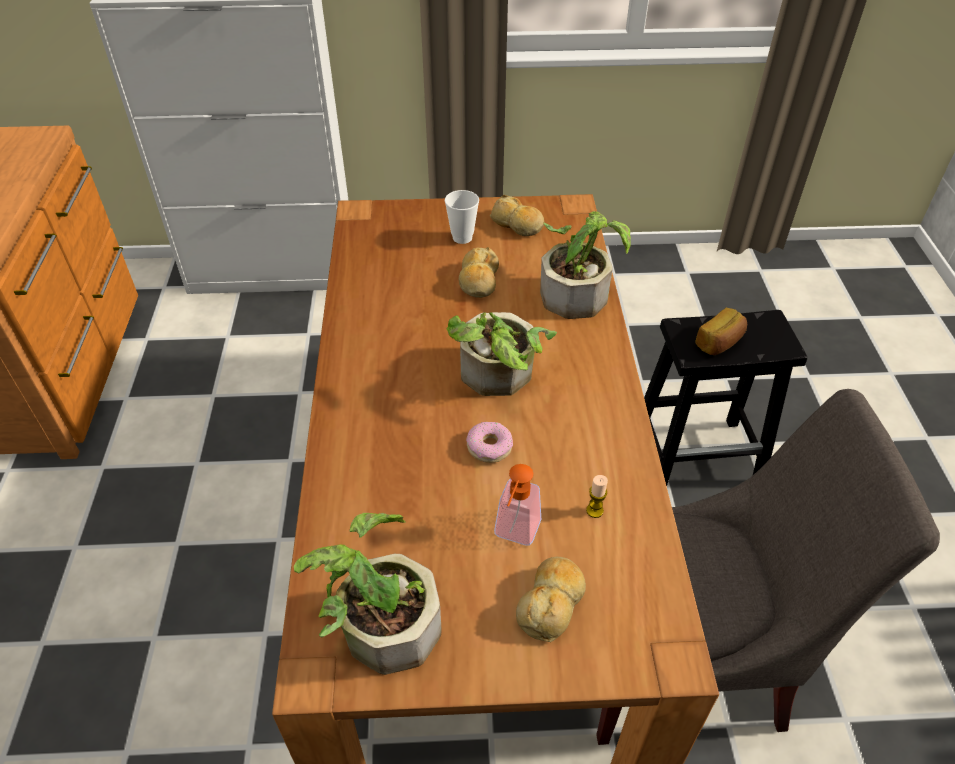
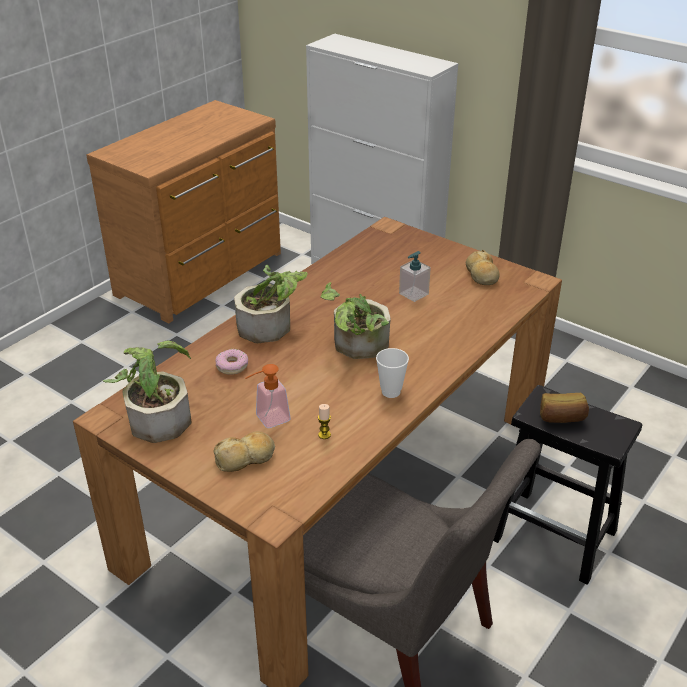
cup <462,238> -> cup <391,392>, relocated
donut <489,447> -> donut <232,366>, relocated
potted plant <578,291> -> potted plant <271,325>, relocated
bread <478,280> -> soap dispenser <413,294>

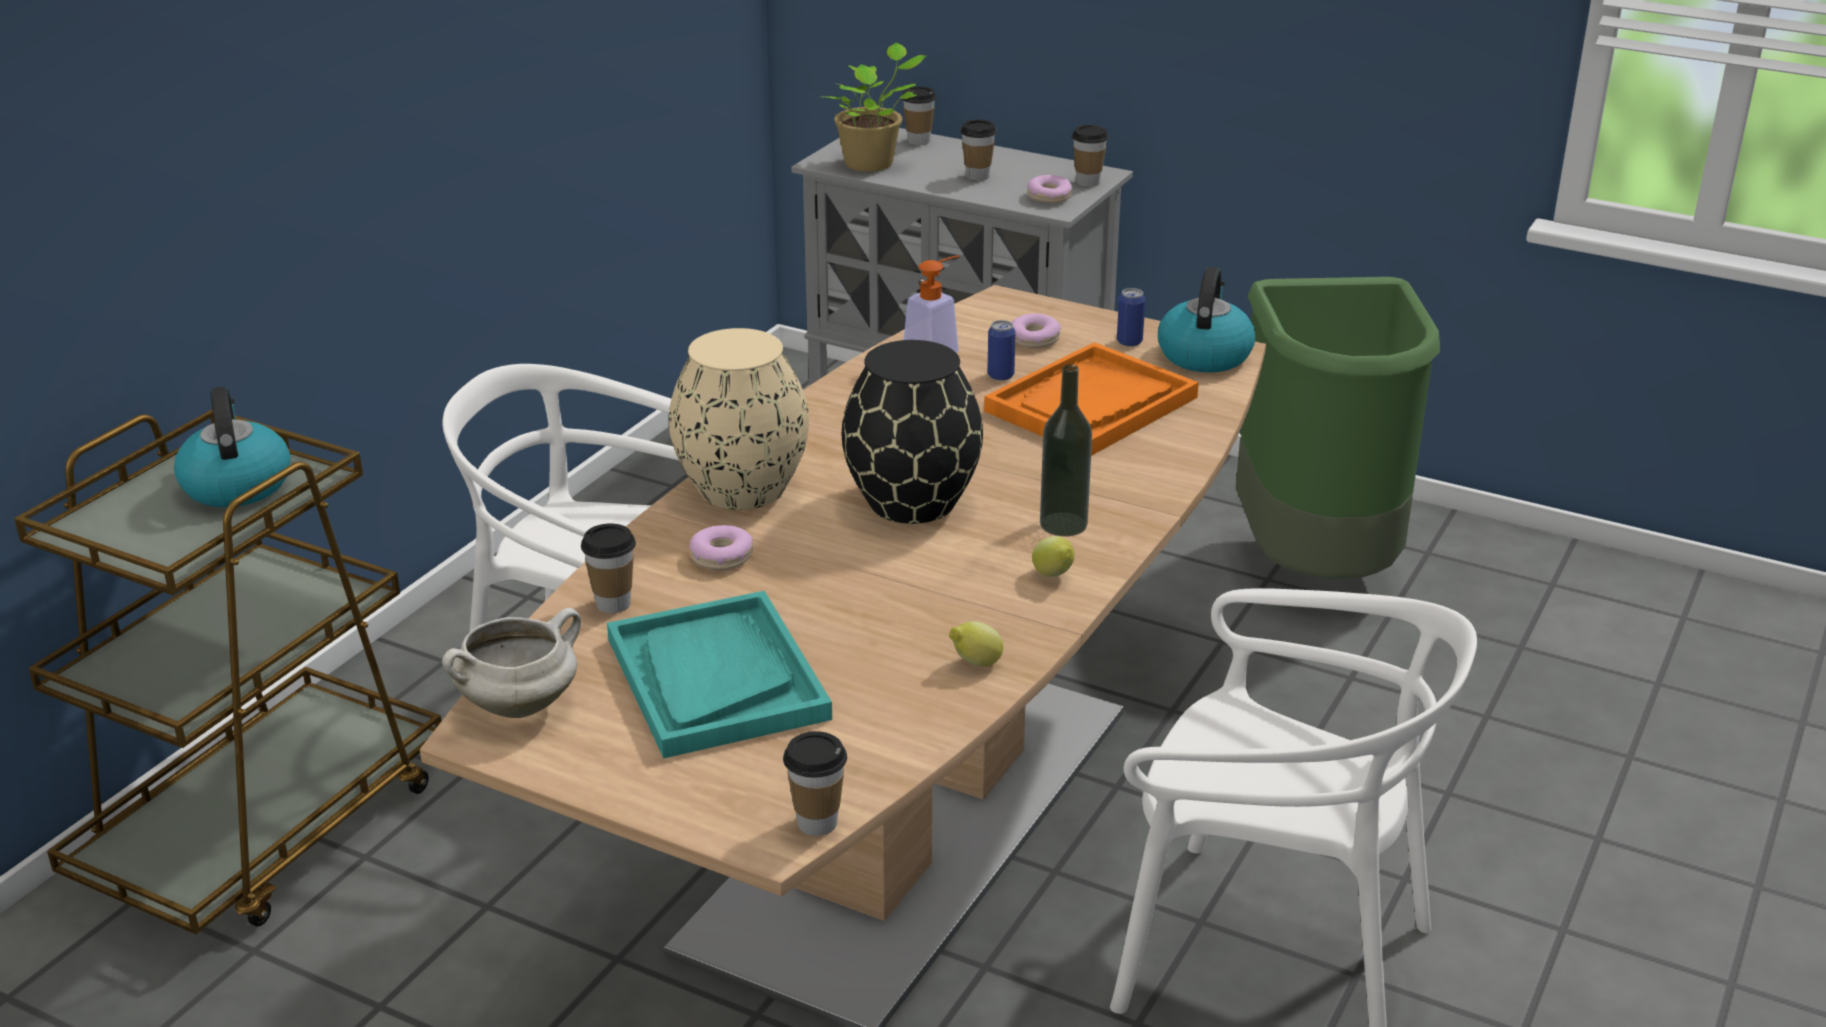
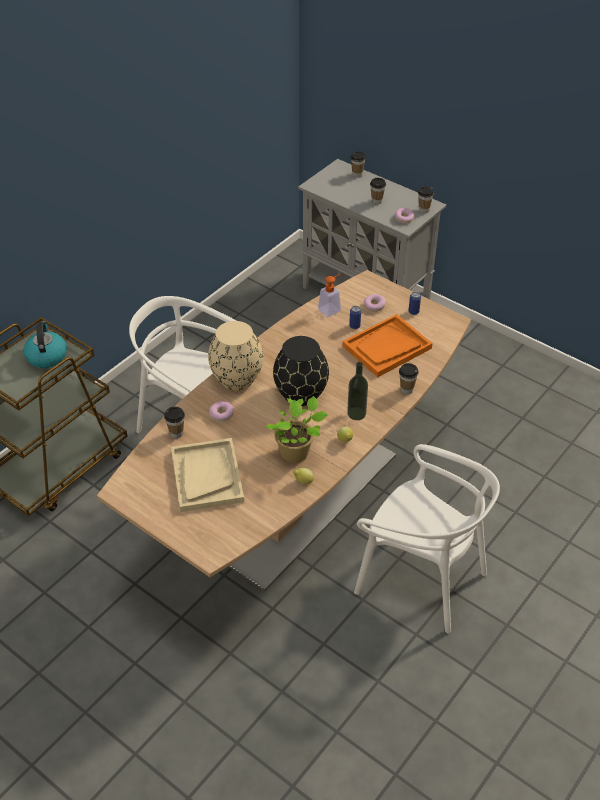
cooking pot (white) <520,704> -> none
kettle <1204,355> -> none
trash can (green) <1318,567> -> none
cup <817,823> -> cup <406,390>, relocated
potted plant <873,164> -> potted plant <296,453>, relocated
tray (turquoise) <716,678> -> tray (beige) <206,476>

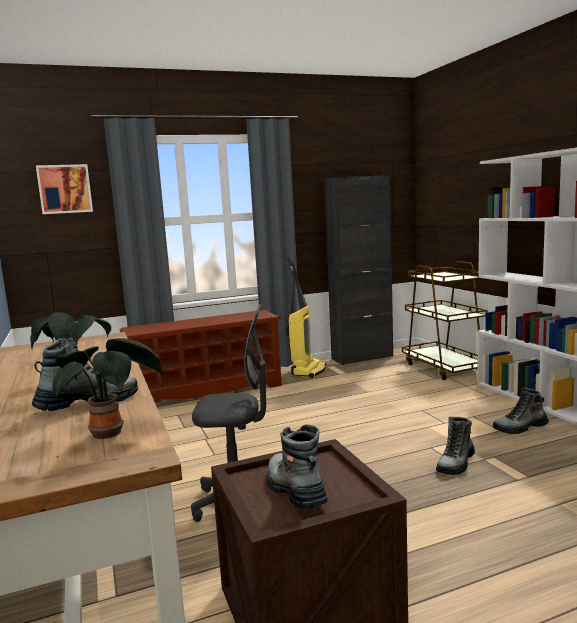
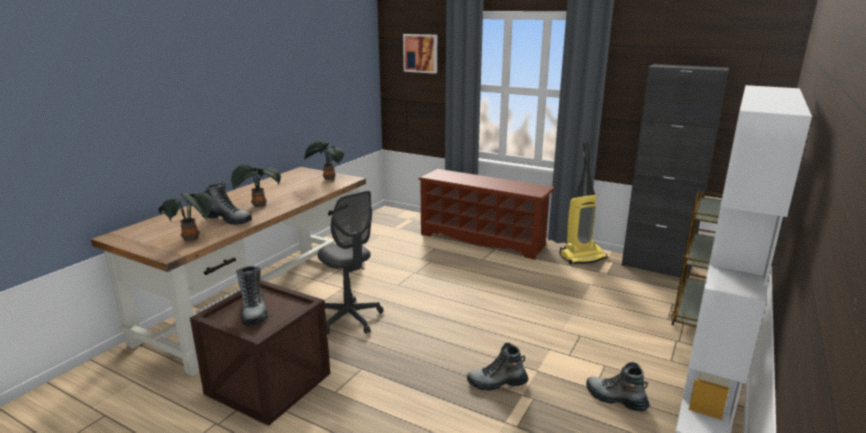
none -> potted plant <327,178>
boot <294,491> -> boot <254,311>, 135 degrees clockwise

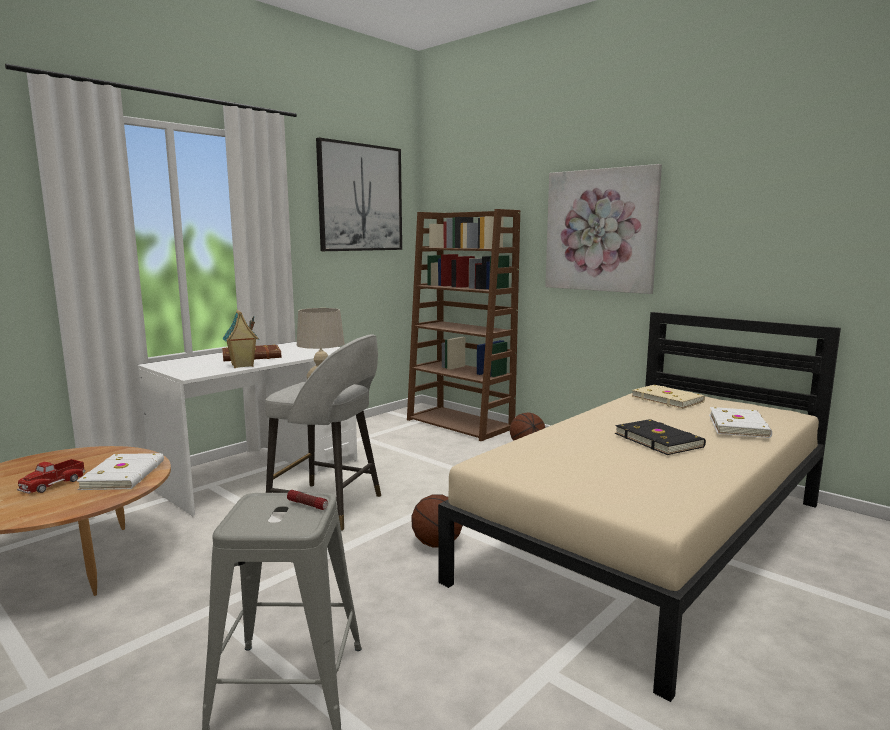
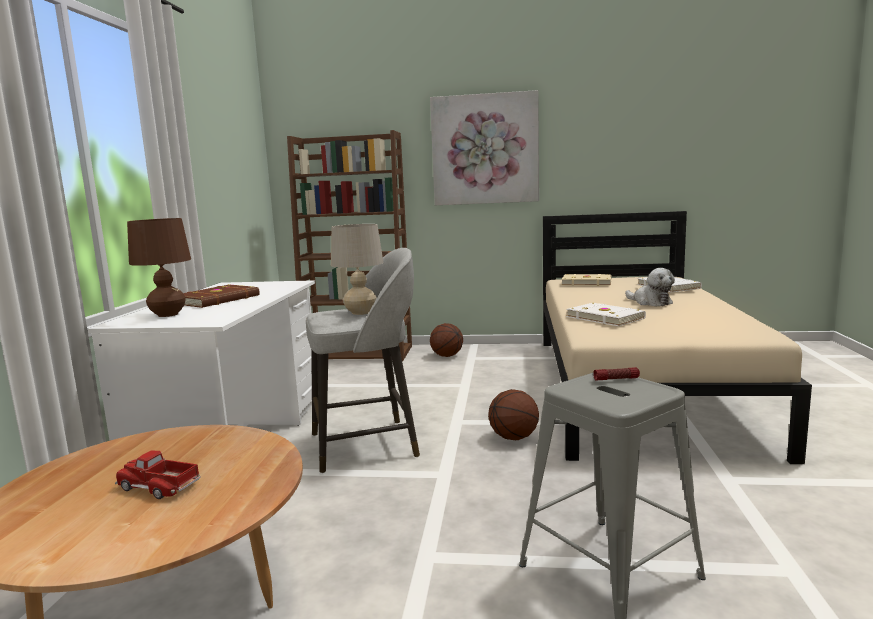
toy house <242,366> -> none
picture <360,198> -> none
none -> table lamp (brown) <168,314>
book (white) <125,475> -> book (white) <605,317>, relocated
book (black) <659,440> -> plush toy <650,302>
toy truck <53,484> -> toy truck <158,487>, 120 degrees clockwise

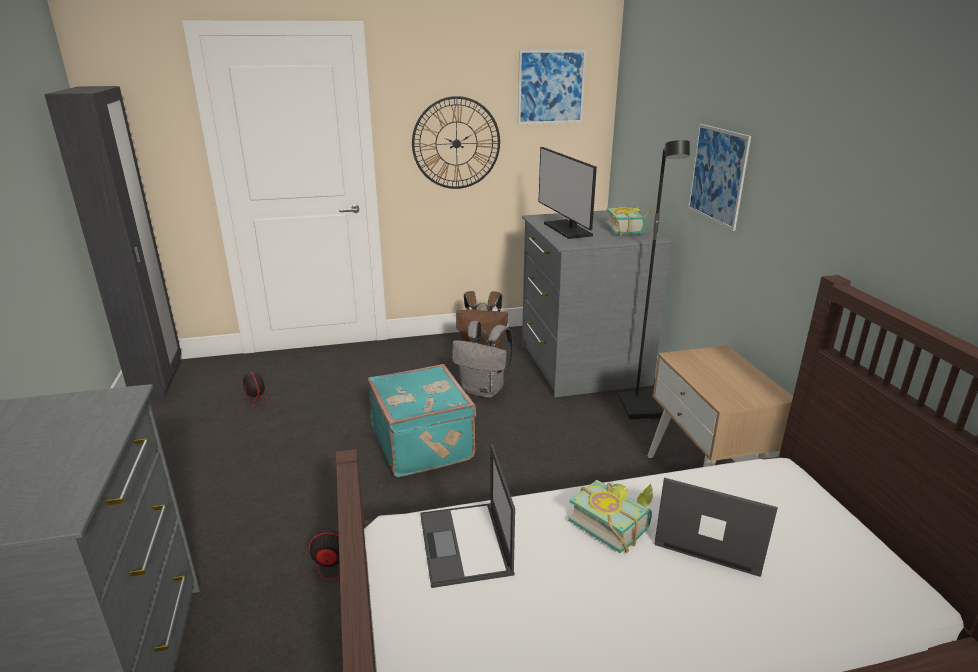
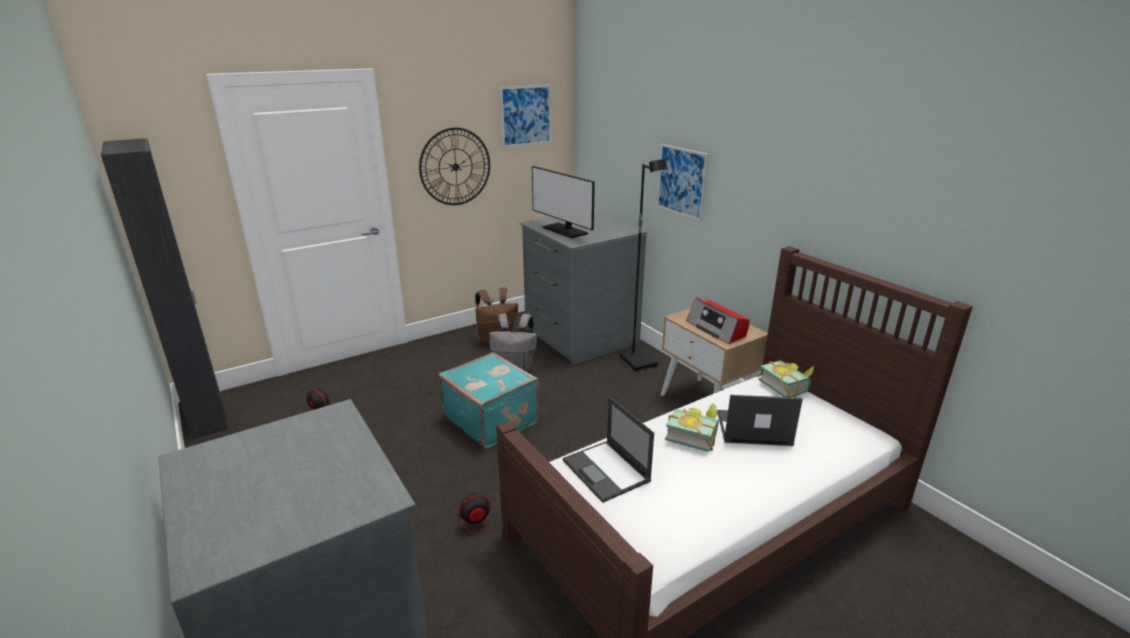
none -> radio <717,329>
book <629,230> -> book <786,386>, relocated

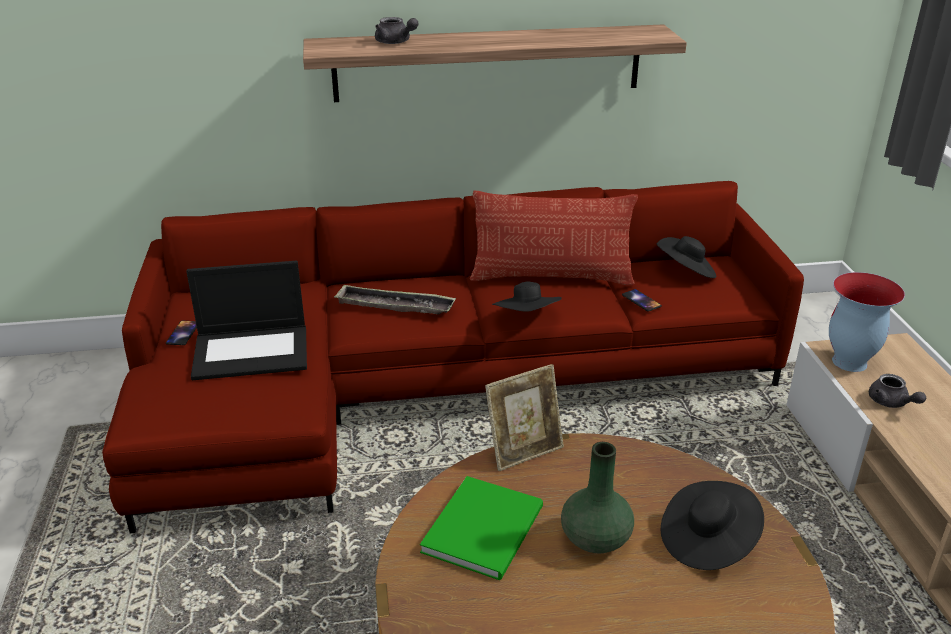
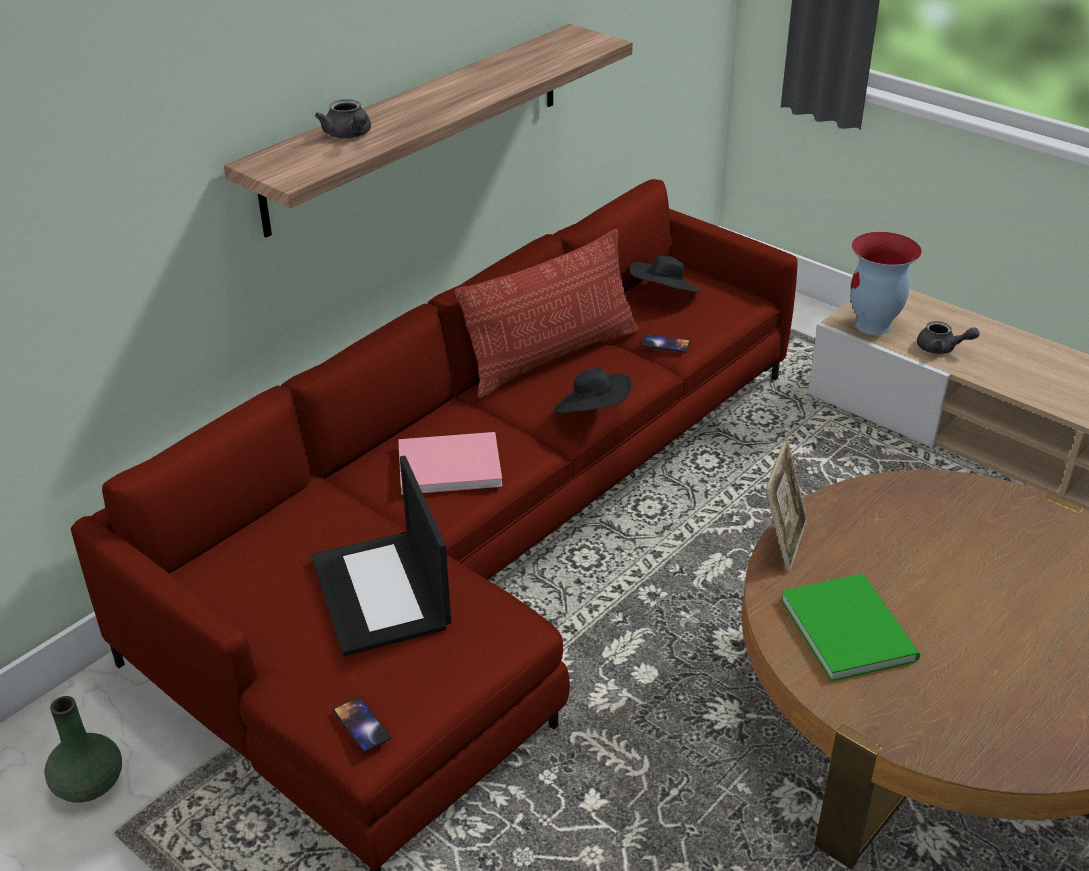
hat (black) <708,541> -> none
phone <183,333> -> phone <361,725>, relocated
vase (green) <594,539> -> vase (green) <88,785>, relocated
tray <395,306> -> book (pink) <446,464>
laptop <252,351> -> laptop <382,593>, 120 degrees clockwise
teapot (grey) <395,42> -> teapot (grey) <349,135>, 60 degrees clockwise

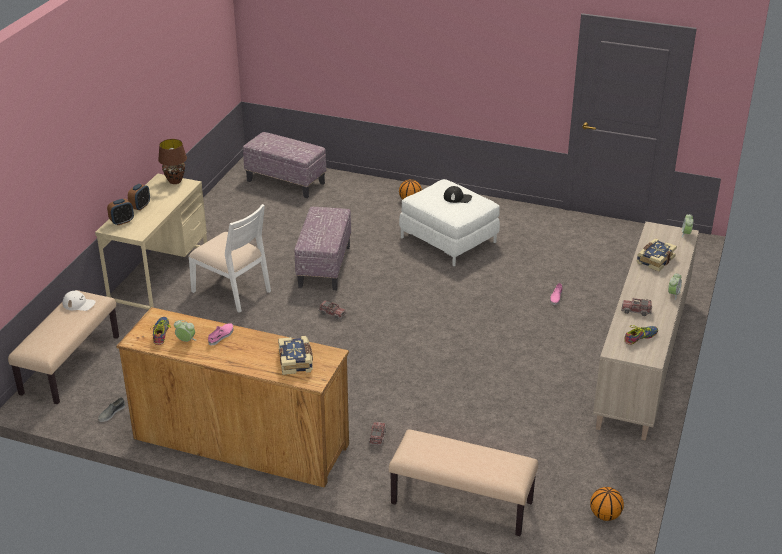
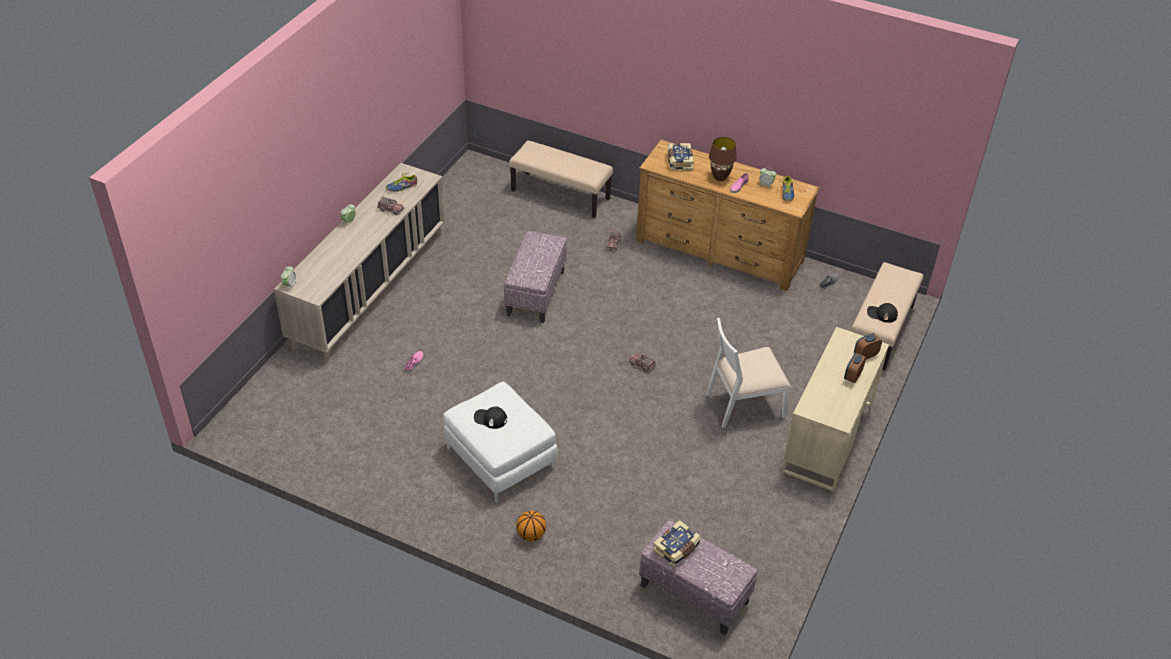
basketball <605,515> -> none
table lamp (brown) <175,181> -> table lamp (brown) <720,177>, relocated
ottoman <325,267> -> ottoman <535,292>, relocated
book <654,260> -> book <677,549>, relocated
cap (white) <79,304> -> cap (black) <882,314>
chair (white) <232,291> -> chair (white) <744,404>, 60 degrees counterclockwise

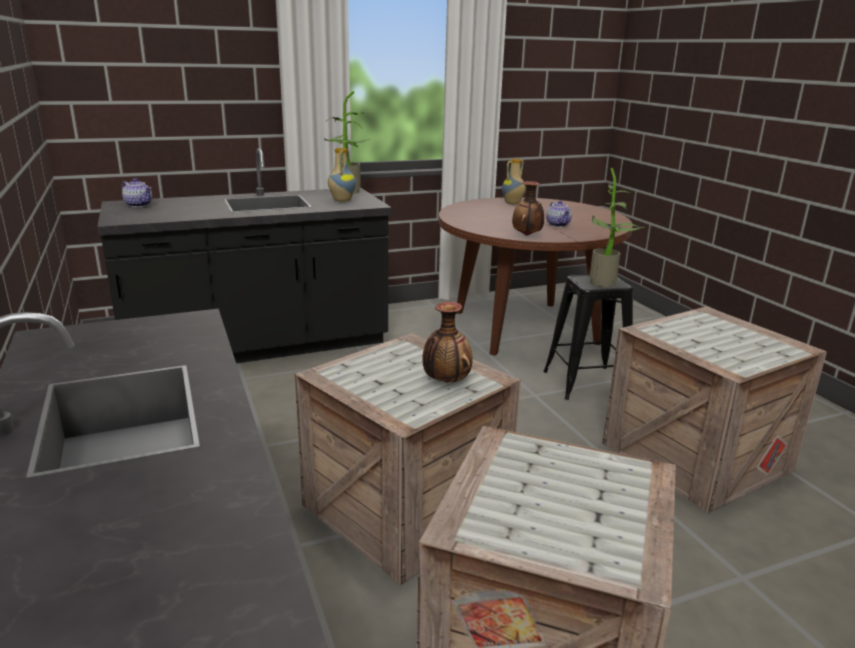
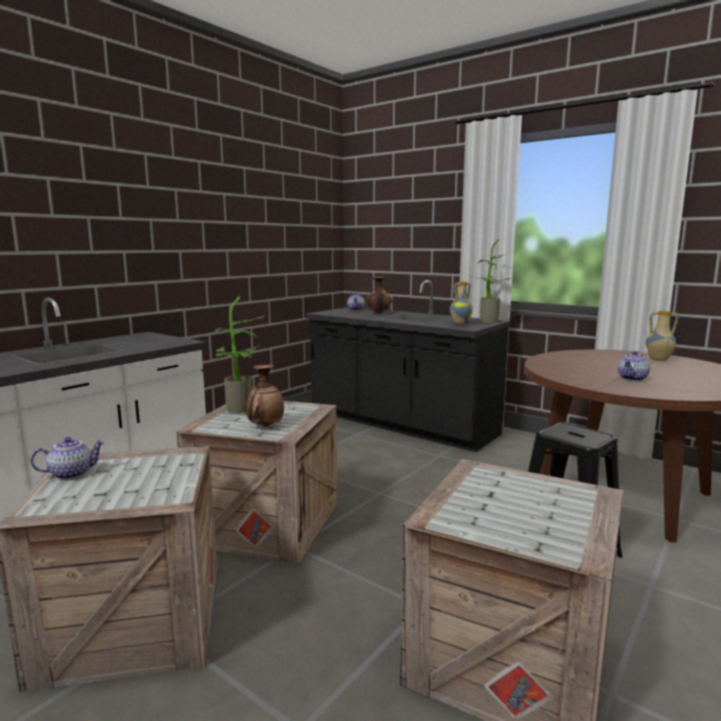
none -> teapot <71,473>
vase <527,235> -> vase <378,313>, relocated
potted plant <606,283> -> potted plant <240,410>, relocated

